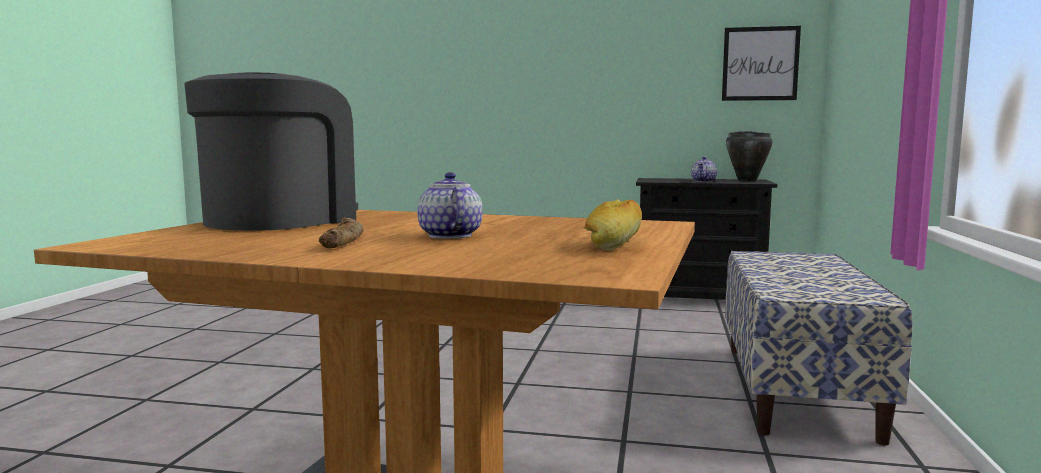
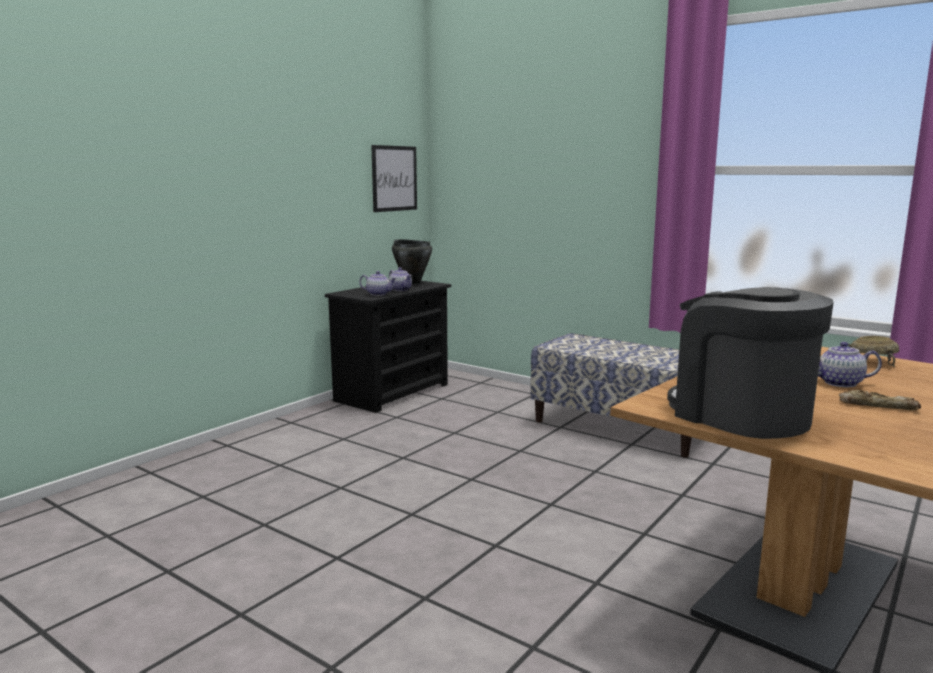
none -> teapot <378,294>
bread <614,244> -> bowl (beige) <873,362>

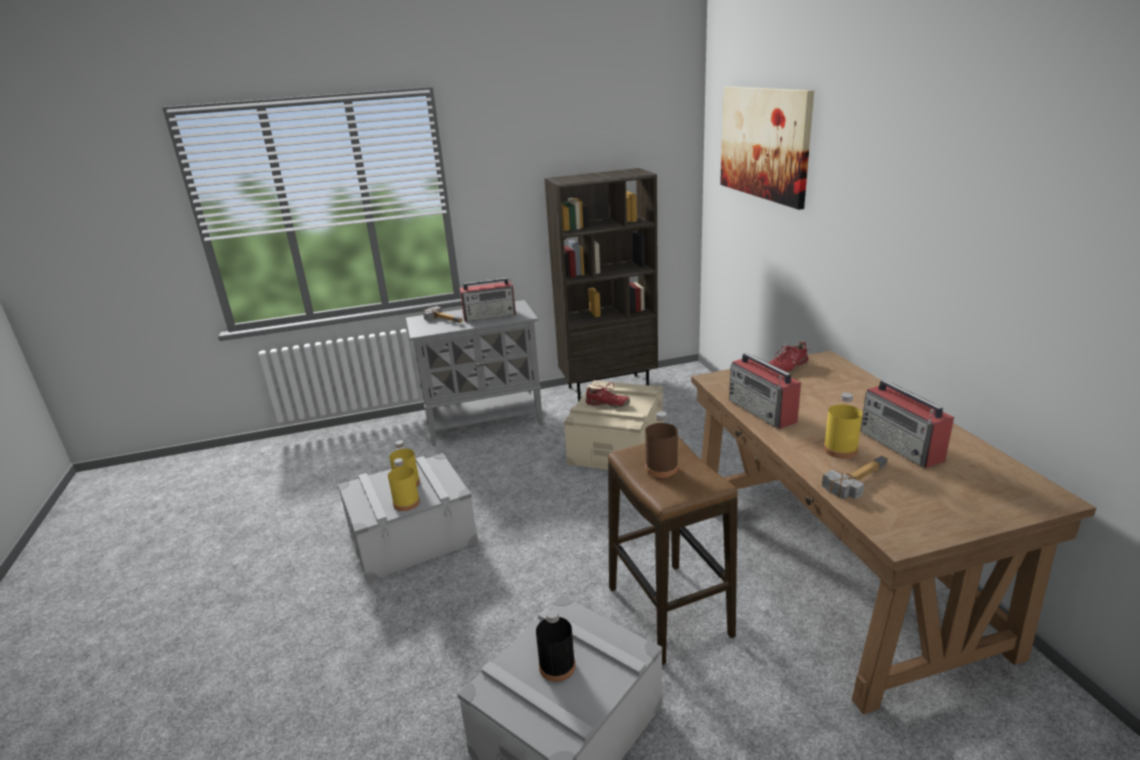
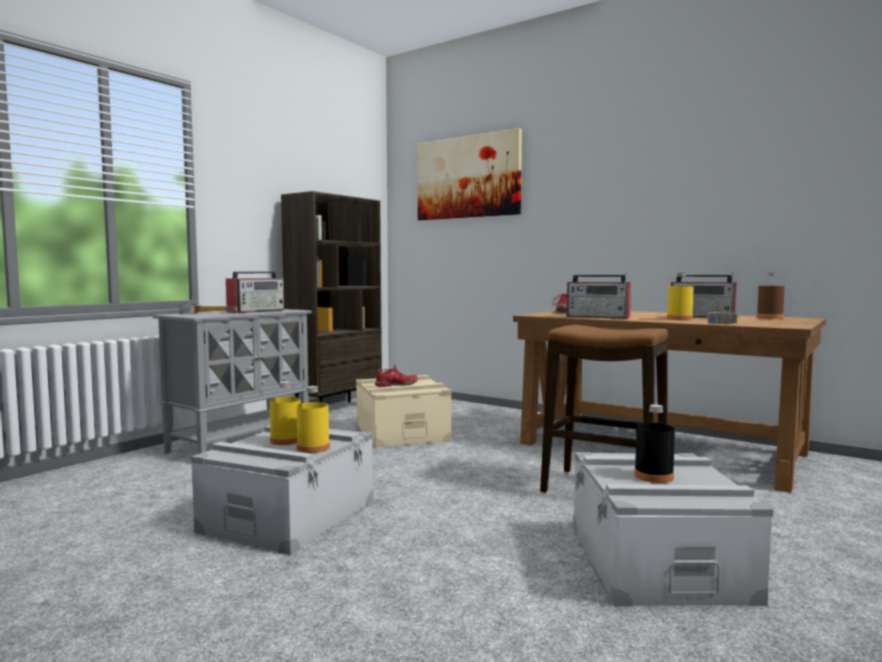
bottle (brown) <661,468> -> bottle (brown) <769,318>, relocated

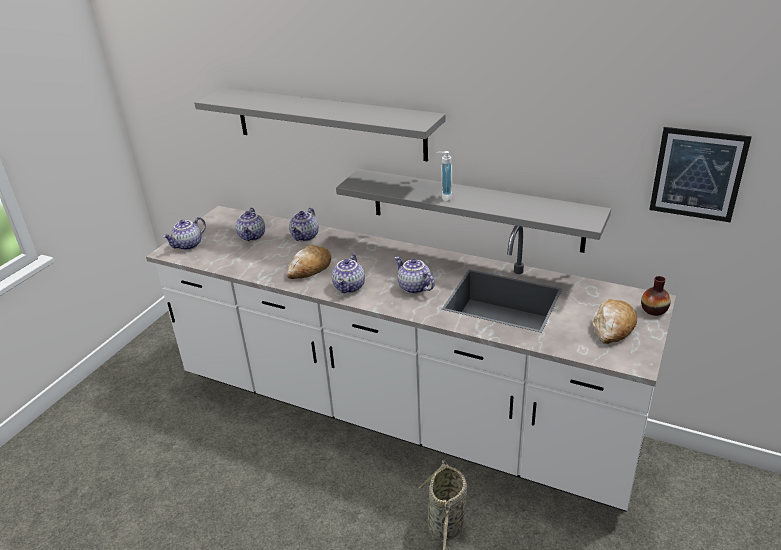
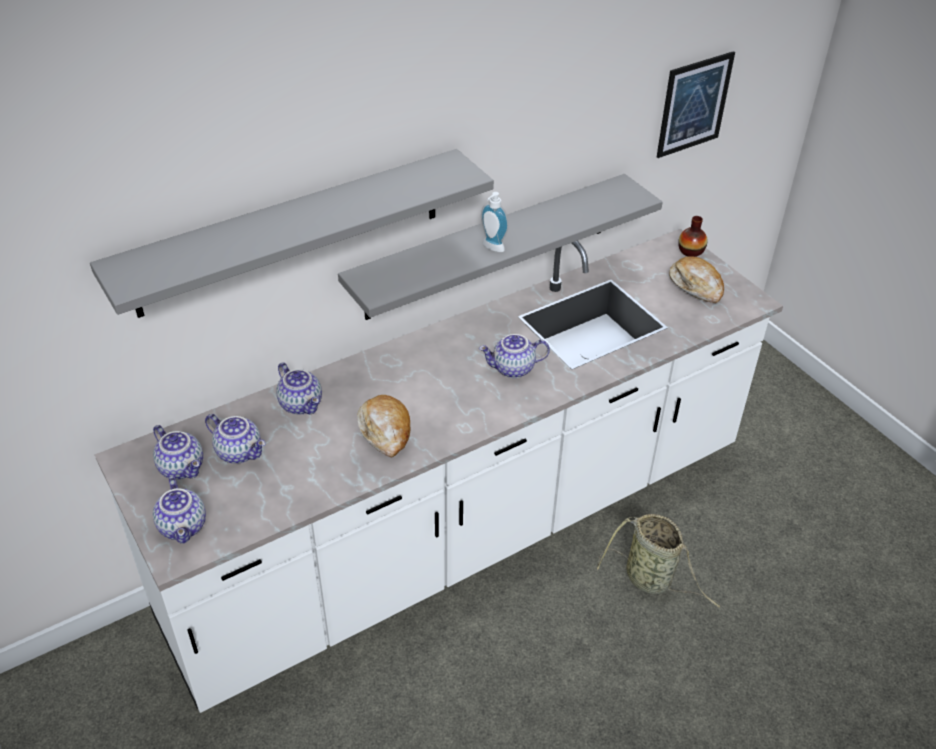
teapot <350,287> -> teapot <183,467>, relocated

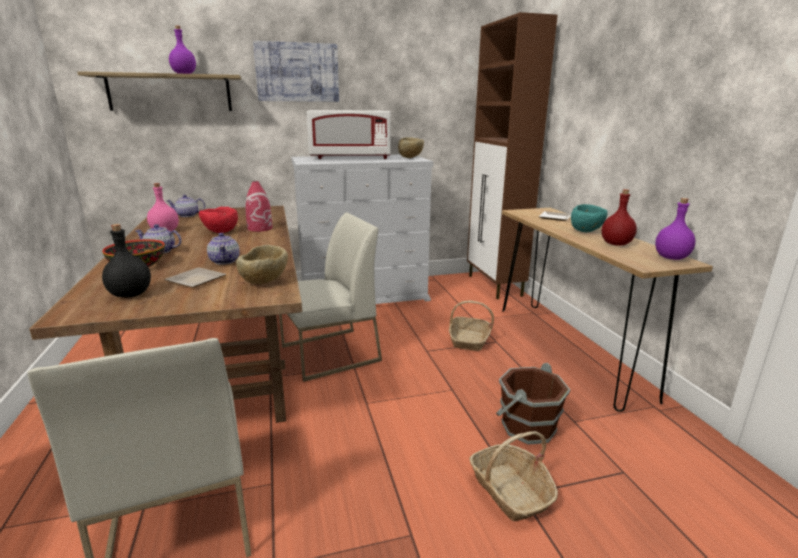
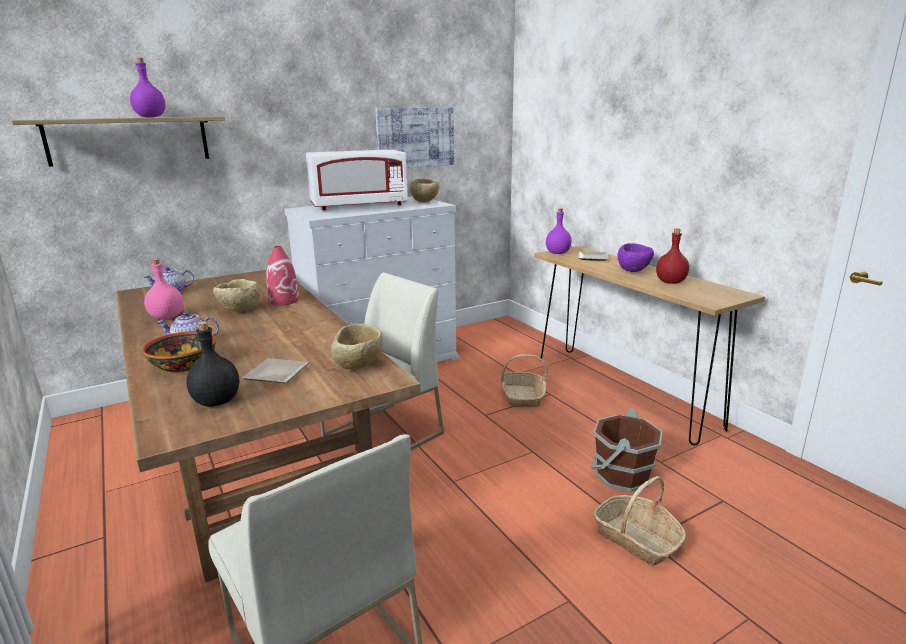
teapot <225,261> -> none
cabinet (brown) <494,286> -> none
picture <297,72> -> picture <415,137>, relocated
bottle (purple) <671,258> -> bottle (purple) <557,253>, relocated
bowl (red) <220,232> -> bowl (beige) <240,310>
bowl (turquoise) <586,231> -> bowl (purple) <634,271>

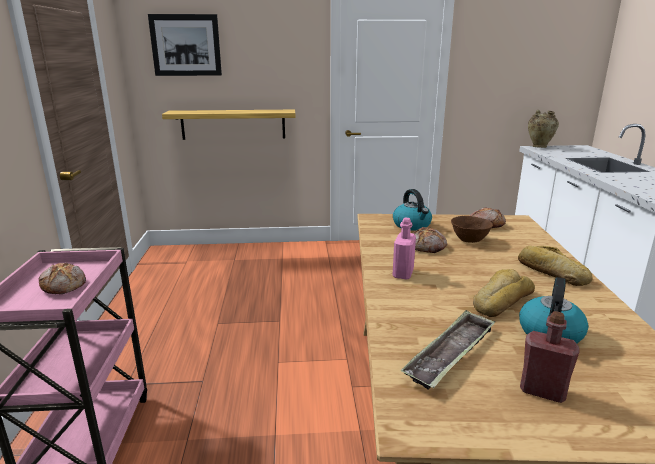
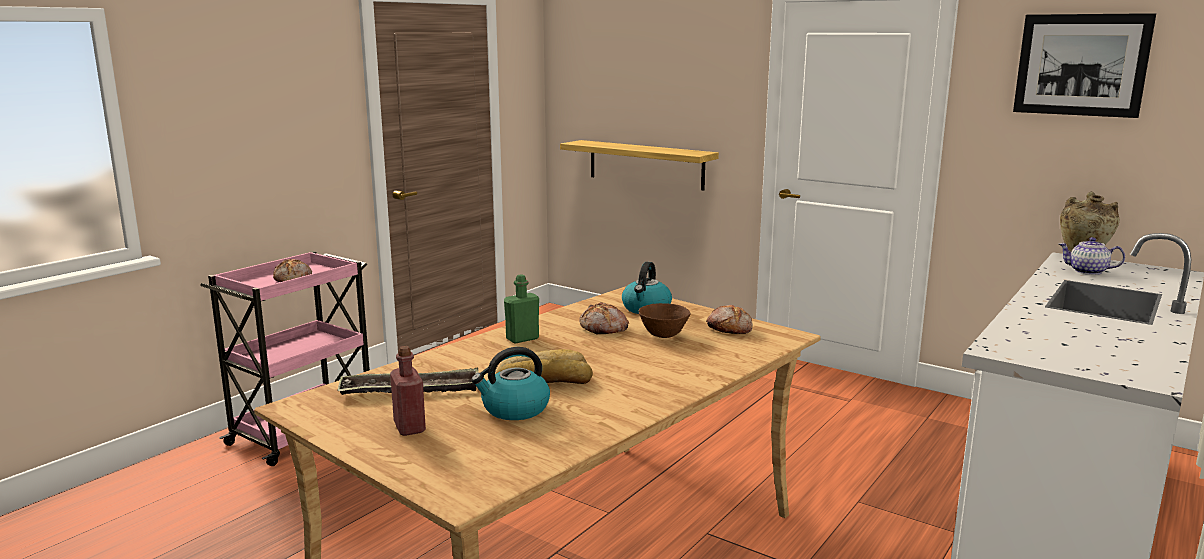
bread <551,272> -> none
none -> teapot <1087,271>
picture <186,45> -> picture <1081,65>, relocated
bottle (pink) <403,273> -> bottle (green) <522,339>

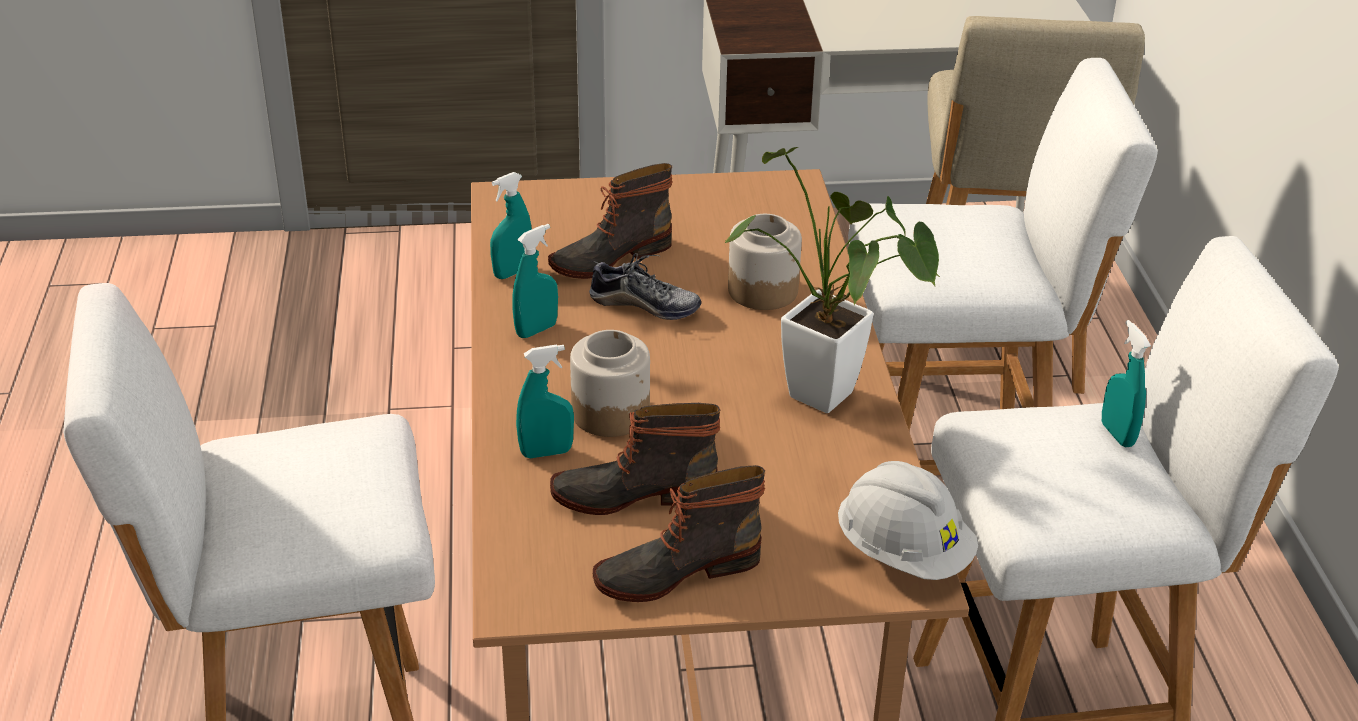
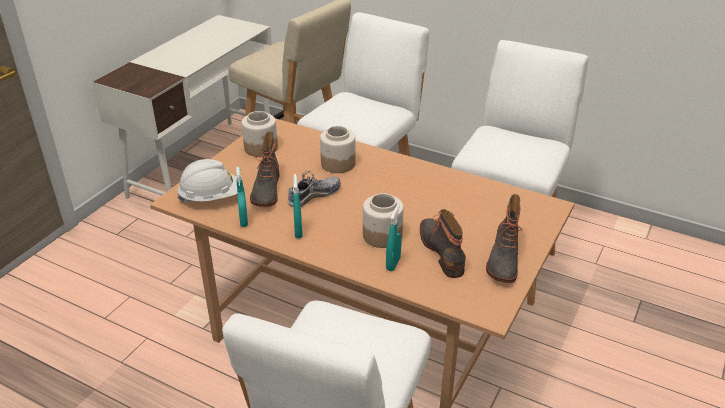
potted plant <833,401> -> none
spray bottle (turquoise) <1117,434> -> none
none -> jar <261,148>
hard hat (white) <903,553> -> hard hat (white) <211,197>, relocated
boot <634,493> -> boot <443,251>, 135 degrees clockwise

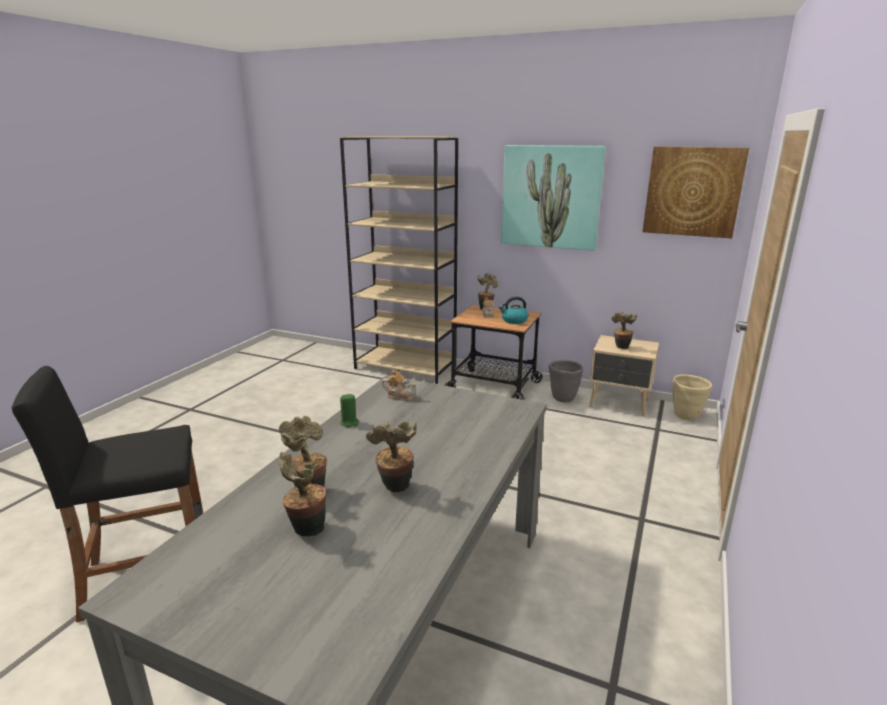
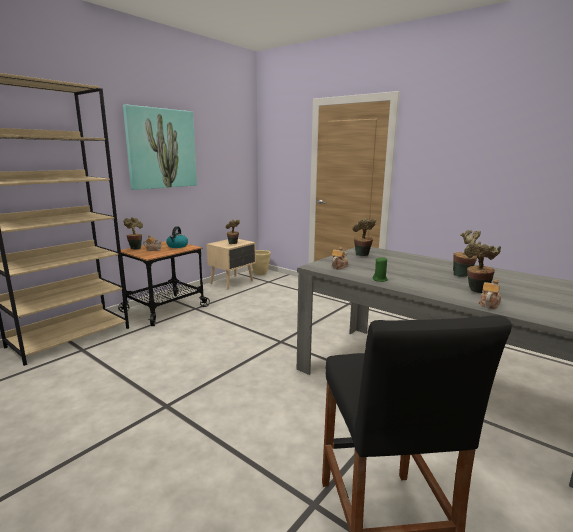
planter (grey) <563,398> -> none
picture <693,191> -> none
none -> teapot <489,304>
potted plant <305,530> -> potted plant <362,256>, relocated

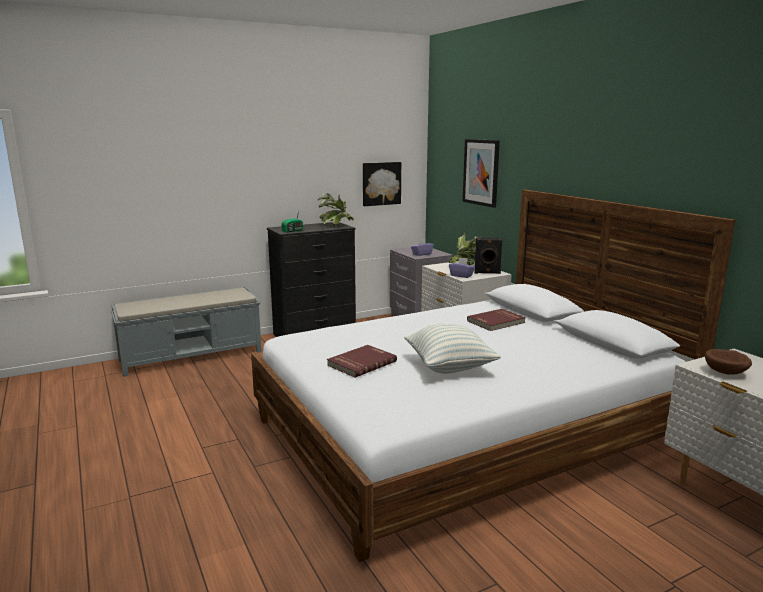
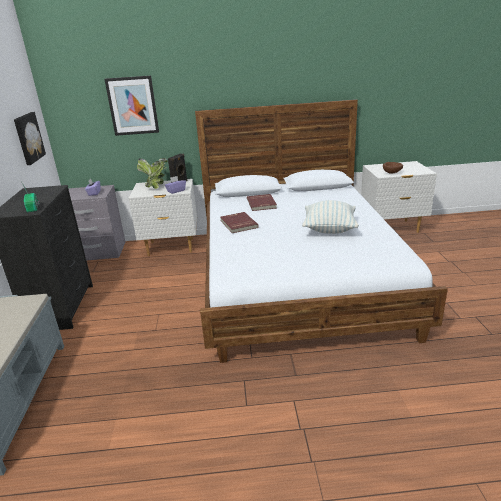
potted plant <335,226> -> none
book (red) <361,363> -> book (red) <238,224>, relocated

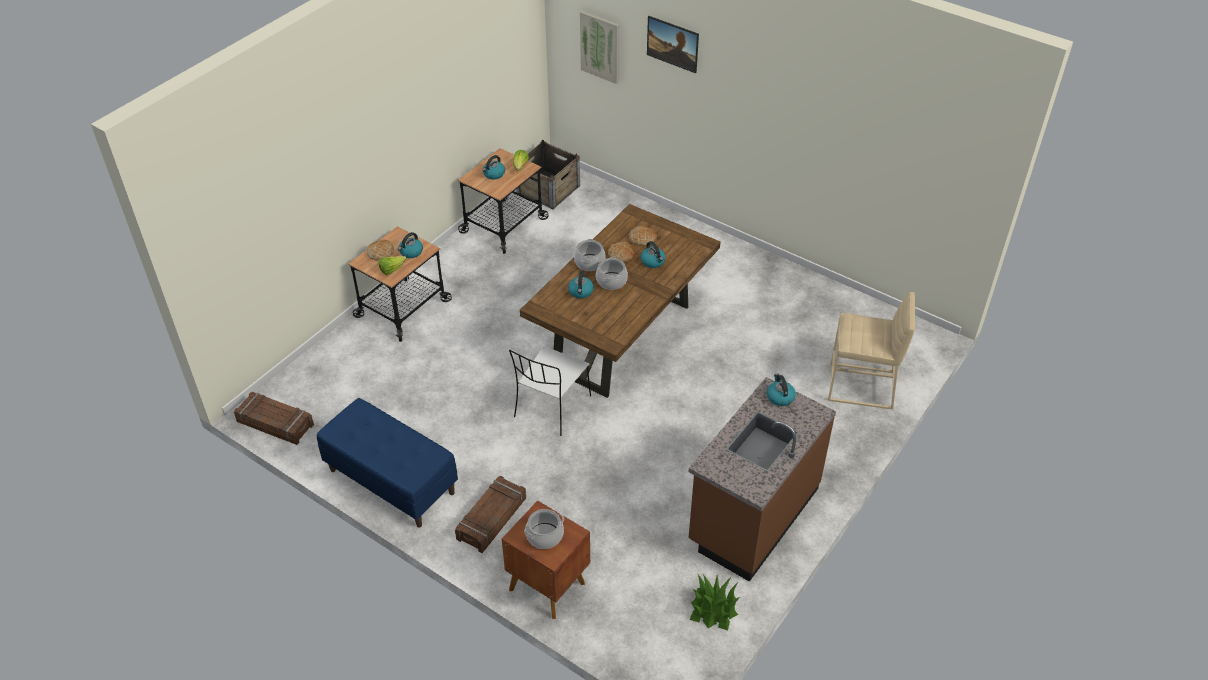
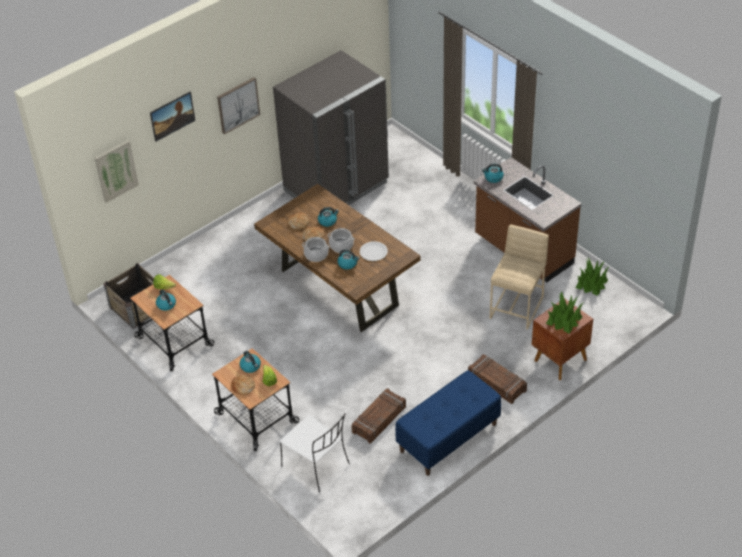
none -> picture <238,105>
none -> fridge (grey) <336,187>
none -> plate (white) <373,252>
crate <275,423> -> crate <378,419>, relocated
chair (white) <551,408> -> chair (white) <317,466>, relocated
stool (beige) <861,386> -> stool (beige) <517,307>, relocated
cooking pot <544,535> -> potted plant <564,319>

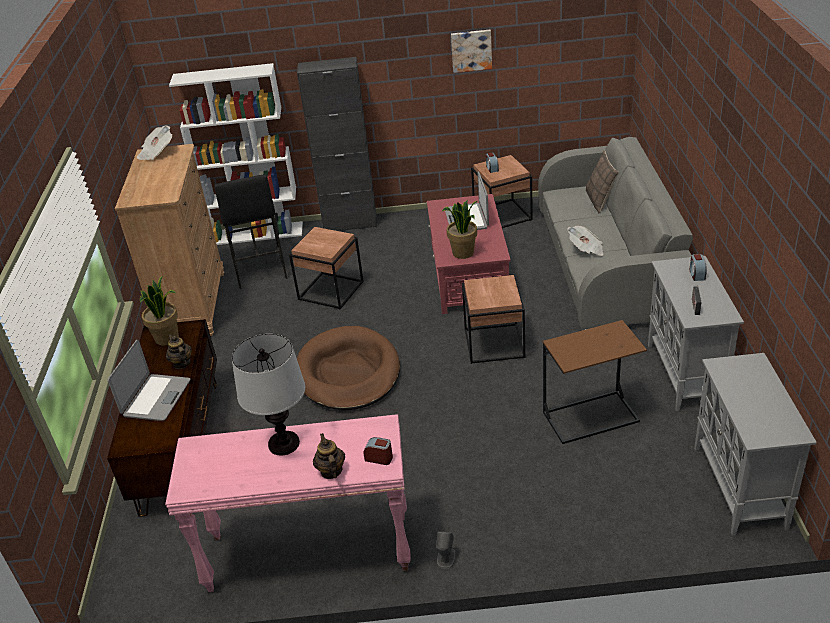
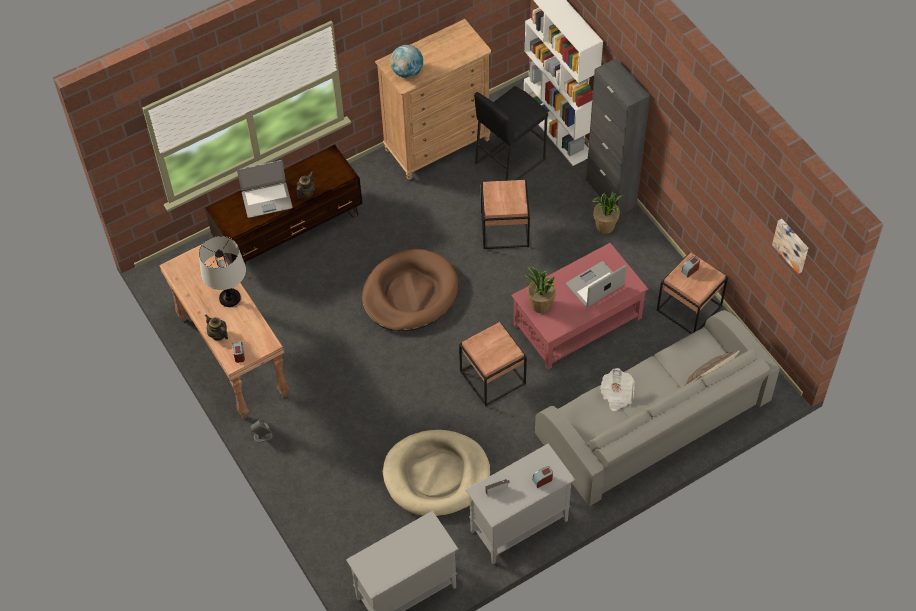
newspaper <156,153> -> none
none -> globe <407,72>
potted plant <167,338> -> potted plant <605,226>, relocated
picture <471,50> -> picture <792,245>, relocated
side table (brown) <590,417> -> dog bed (beige) <436,475>
console table (pink) <308,554> -> console table (brown) <232,357>
teapot <331,471> -> teapot <218,334>, 90 degrees counterclockwise

